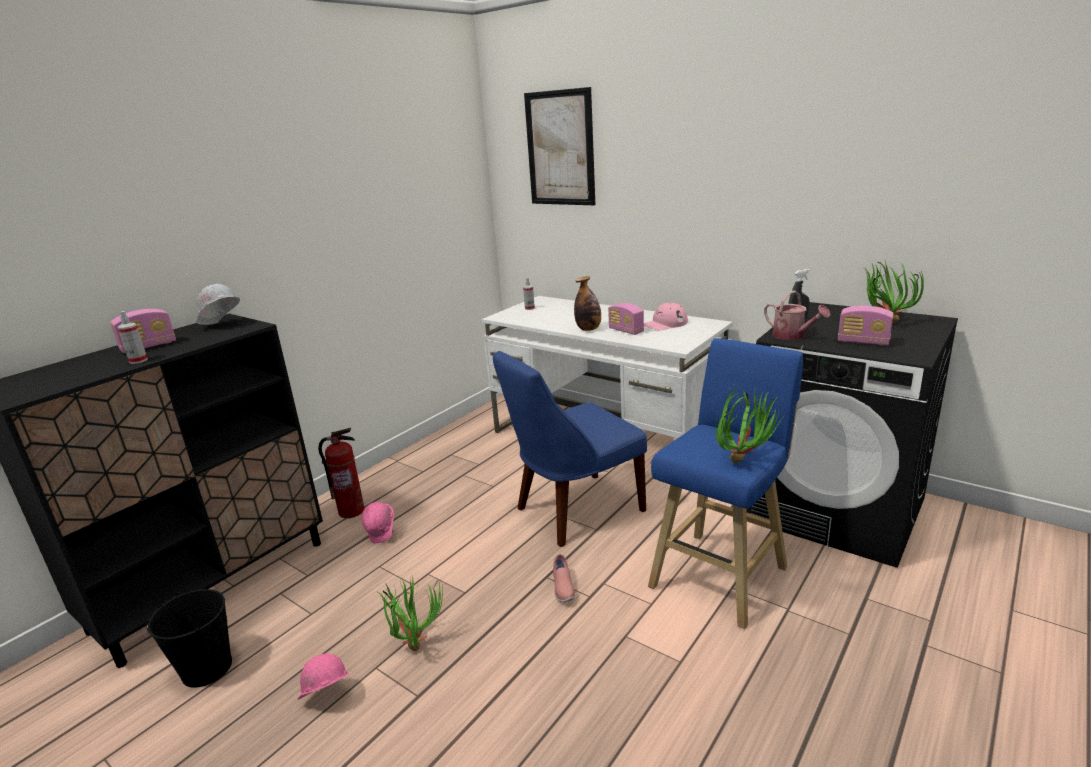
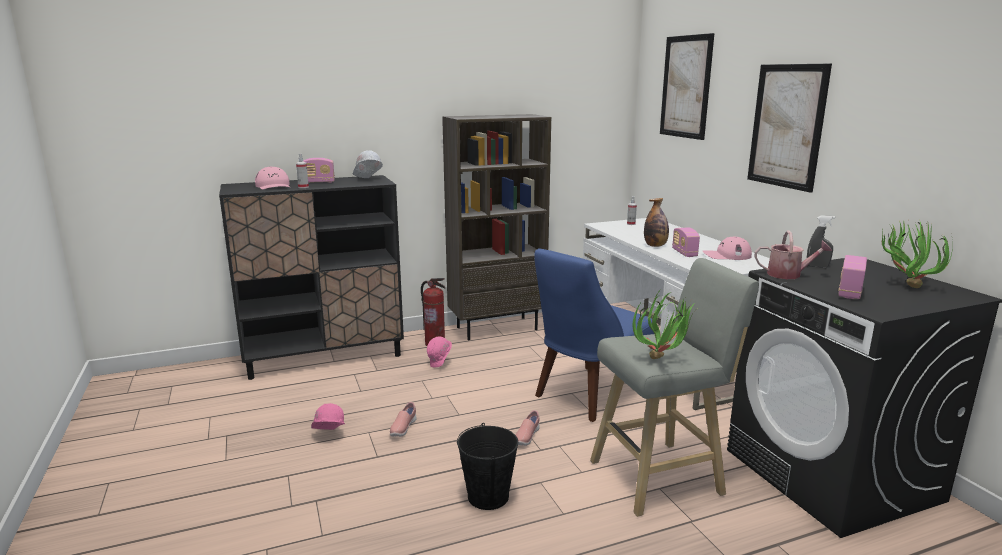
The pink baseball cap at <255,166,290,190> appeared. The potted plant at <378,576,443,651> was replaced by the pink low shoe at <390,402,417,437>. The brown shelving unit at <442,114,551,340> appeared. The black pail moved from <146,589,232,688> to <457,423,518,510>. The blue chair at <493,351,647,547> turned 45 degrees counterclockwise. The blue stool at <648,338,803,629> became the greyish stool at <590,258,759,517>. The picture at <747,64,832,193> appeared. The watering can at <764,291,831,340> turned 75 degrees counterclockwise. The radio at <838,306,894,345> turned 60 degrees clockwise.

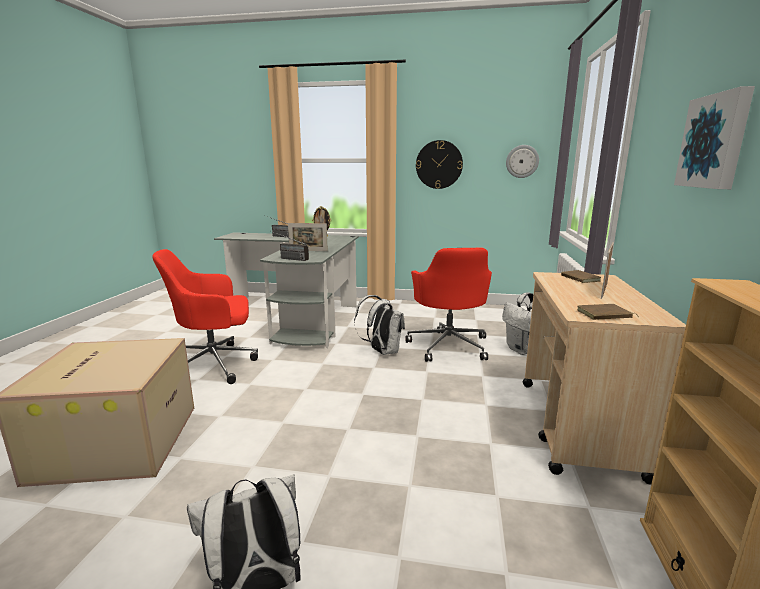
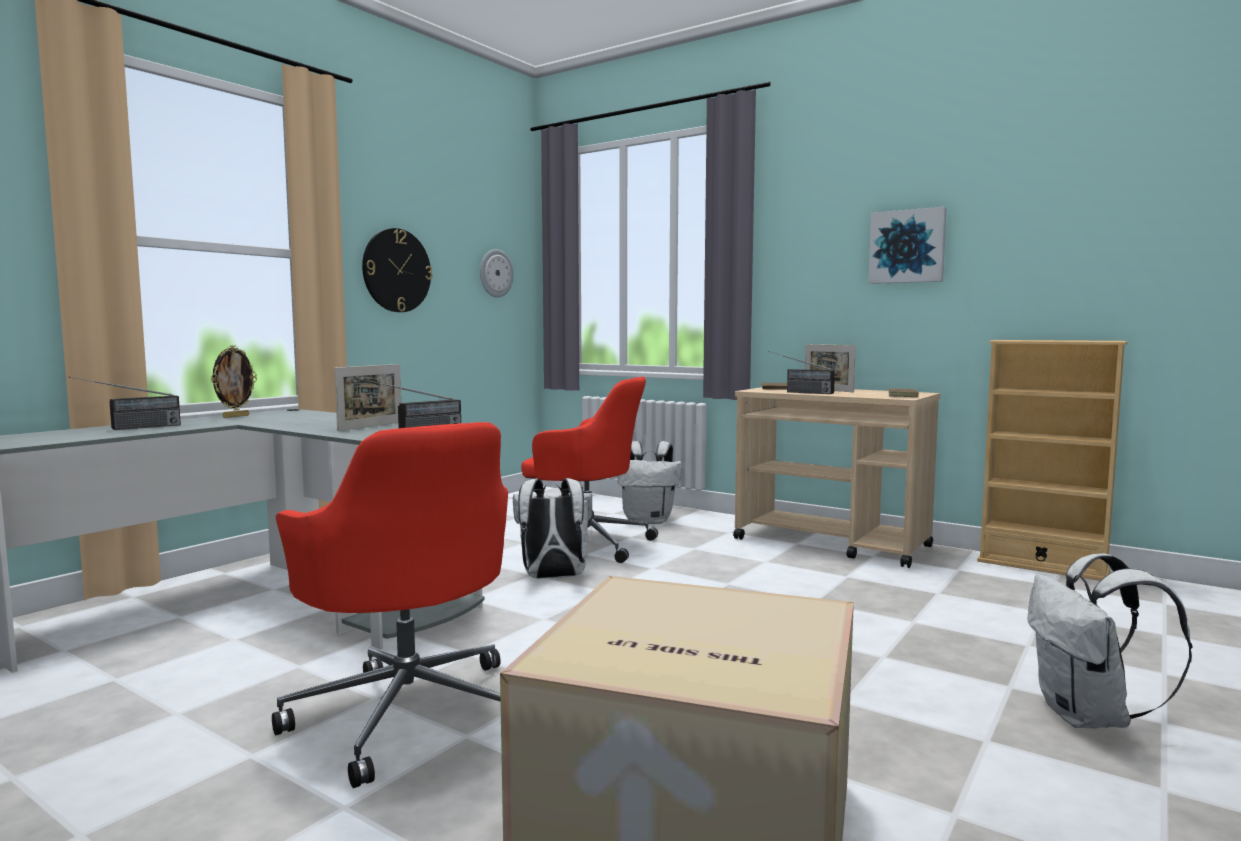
The reddish office chair at <153,249,258,384> turned 45 degrees counterclockwise. The radio at <768,351,835,394> appeared.

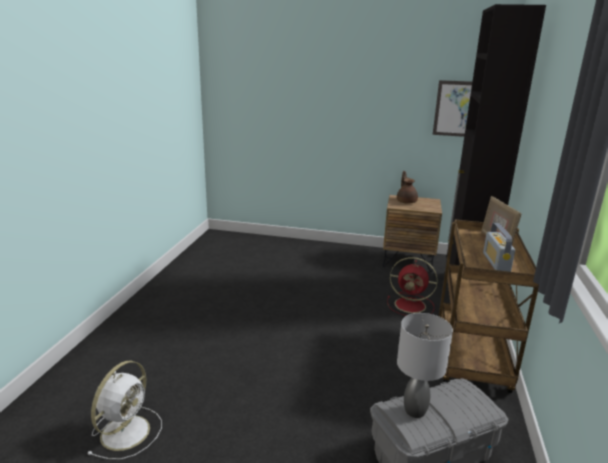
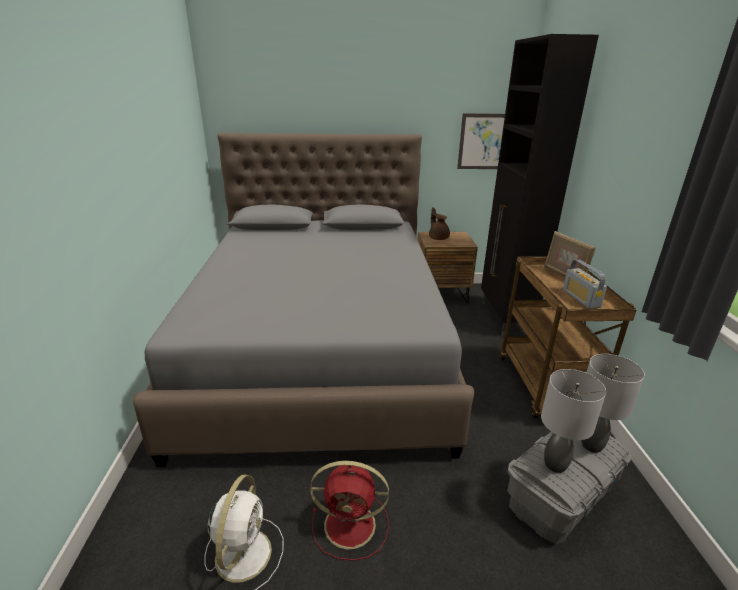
The greyish bed at <133,133,474,467> appeared. The reddish electric fan moved from <387,257,438,316> to <310,461,389,561>. The greyish tabletop lamp at <581,354,645,453> appeared.

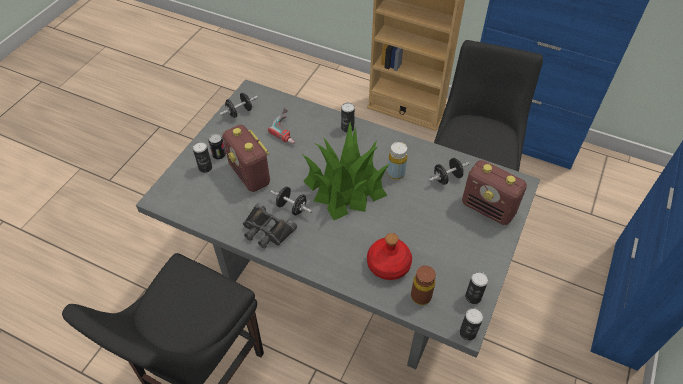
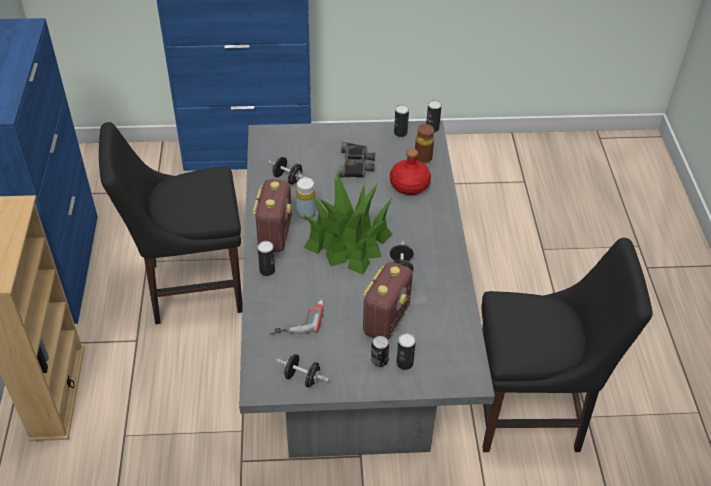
The radio moved from <462,160,527,225> to <252,179,292,252>. The black binoculars moved from <243,203,297,248> to <338,142,375,178>.

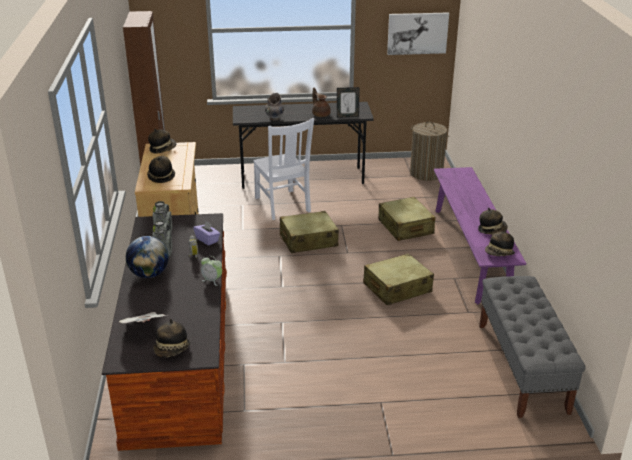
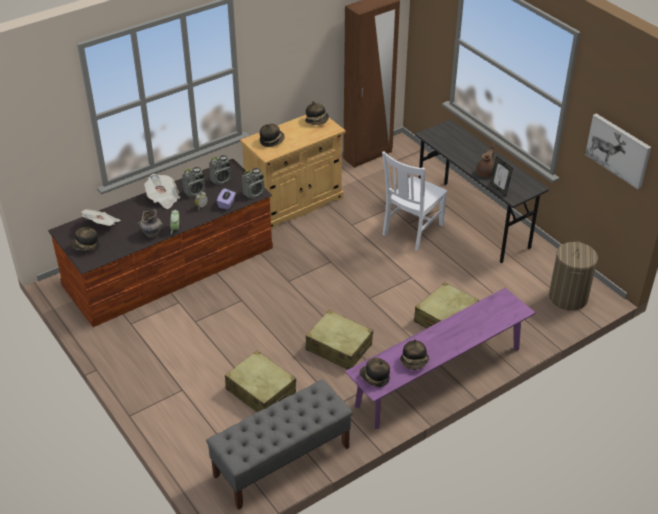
The greyish flower vase moved from <265,93,284,121> to <138,209,163,238>. The desk globe at <126,236,169,278> was replaced by the newspaper at <144,174,180,209>. The sand-coloured travel case moved from <280,211,339,253> to <225,351,296,412>. The radio at <242,168,265,198> appeared.

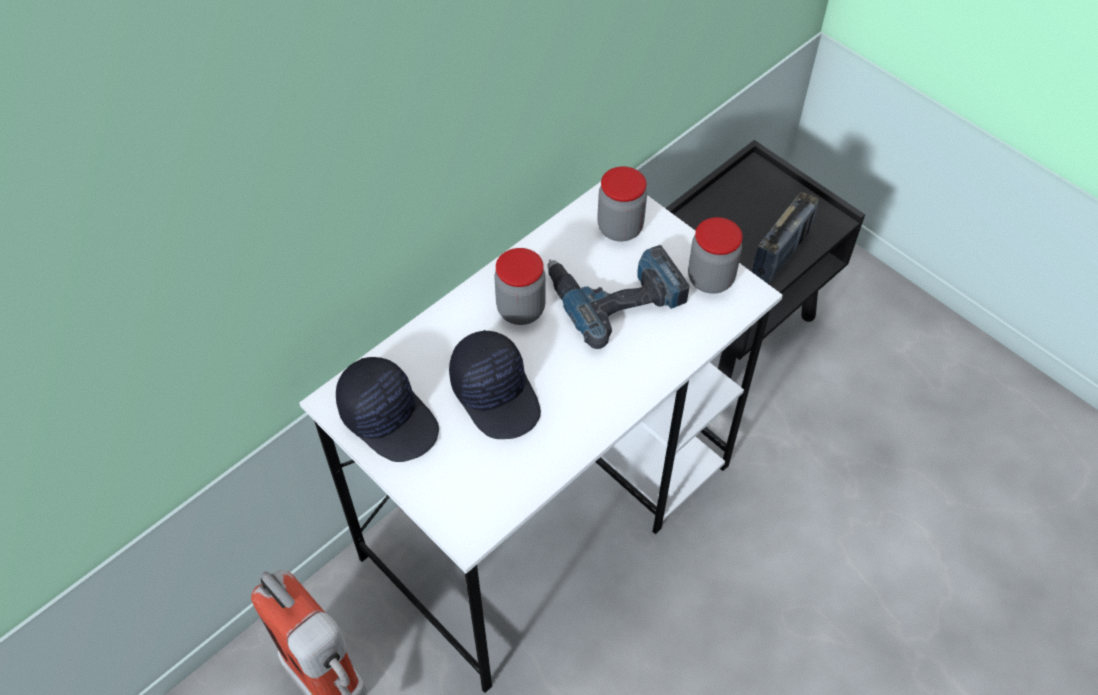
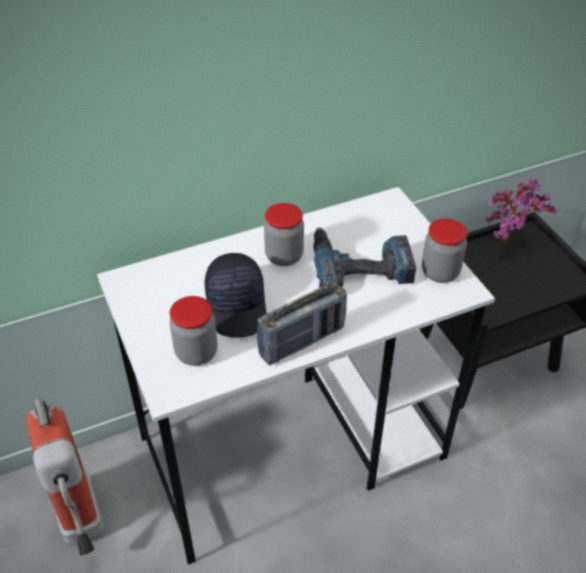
The jar moved from <597,166,647,241> to <170,296,217,366>. The radio moved from <752,192,819,284> to <257,282,347,365>. The potted plant at <486,179,557,243> appeared. The black baseball cap at <336,357,439,462> disappeared.

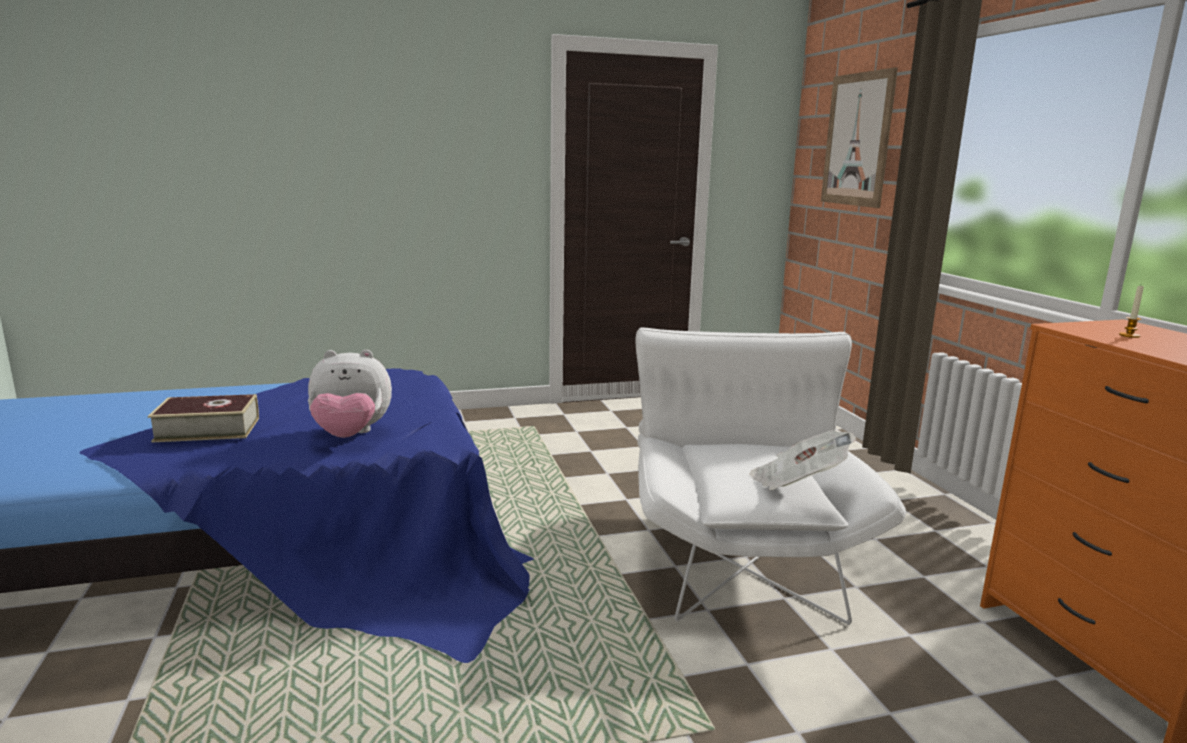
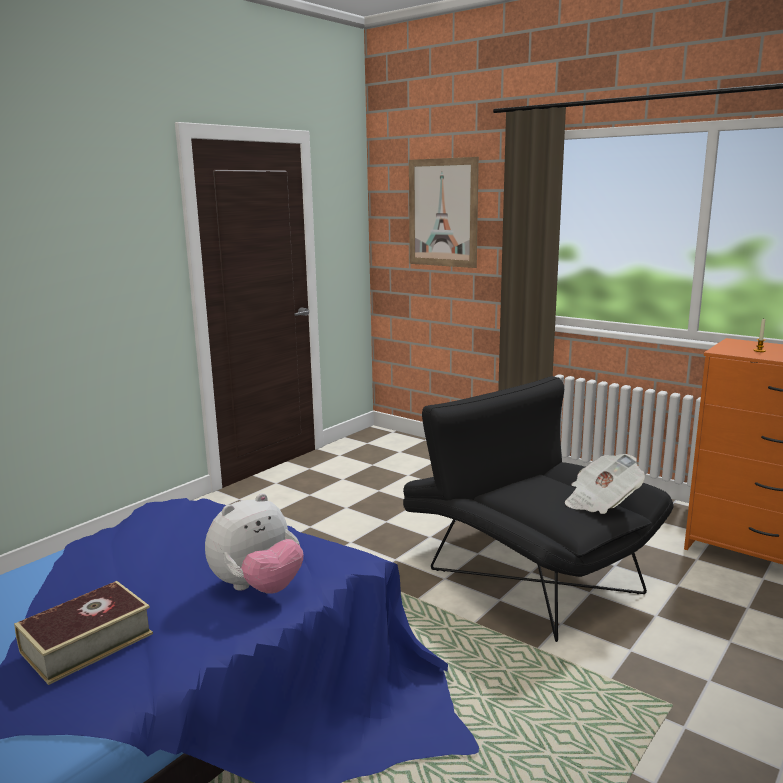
The white armchair at <635,327,906,625> became the black armchair at <403,376,674,642>.

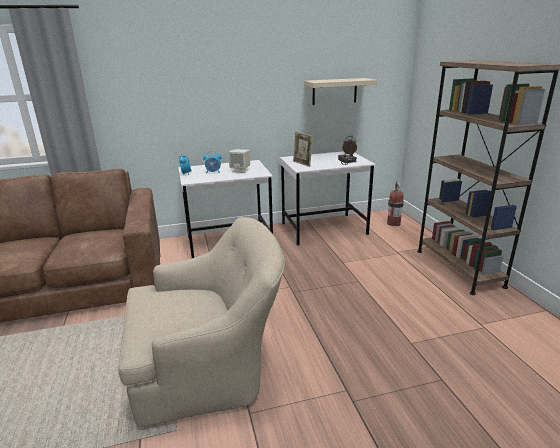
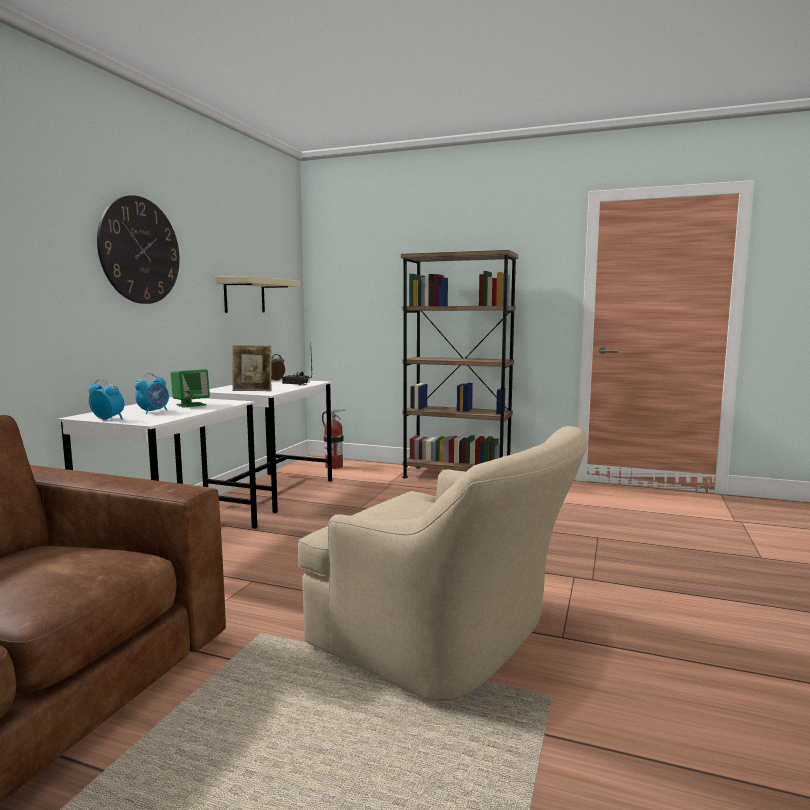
The hanging clock at <97,195,180,304> appeared. The sand-coloured speaker at <229,149,250,173> became the greenish speaker at <171,369,210,408>. The sand-coloured armchair at <118,217,285,427> turned 105 degrees clockwise.

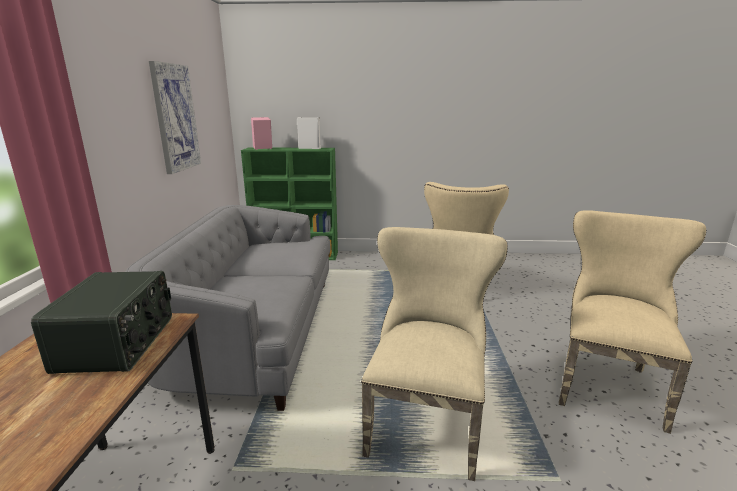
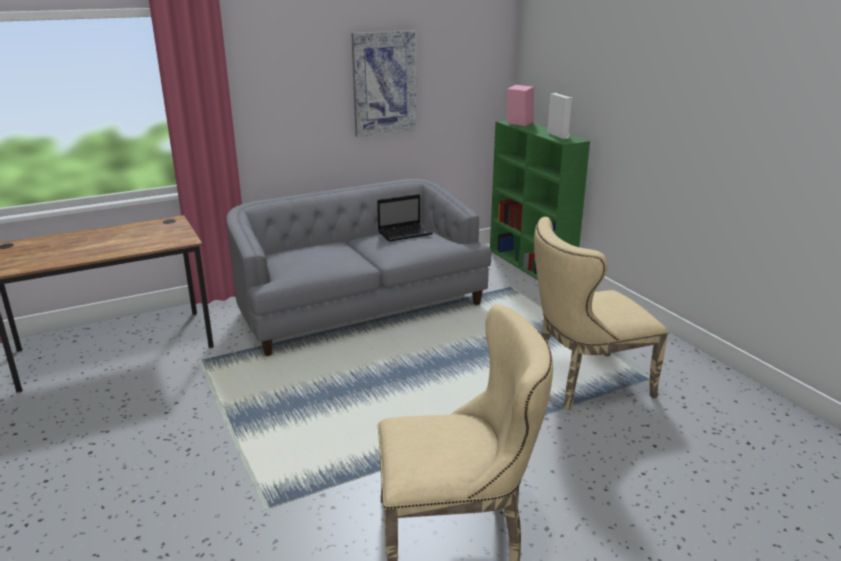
The portable computer at <377,194,433,242> appeared. The radio at <31,271,172,374> disappeared. The sand-coloured chair at <361,227,508,481> disappeared.

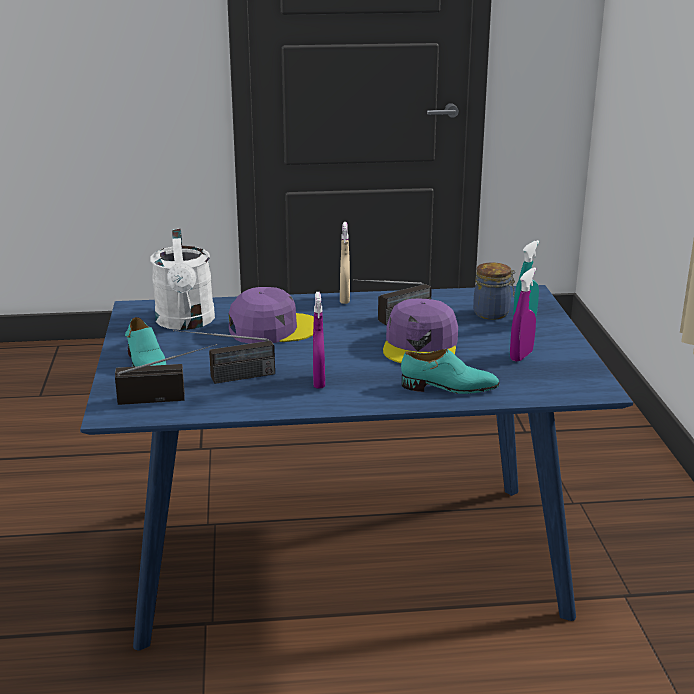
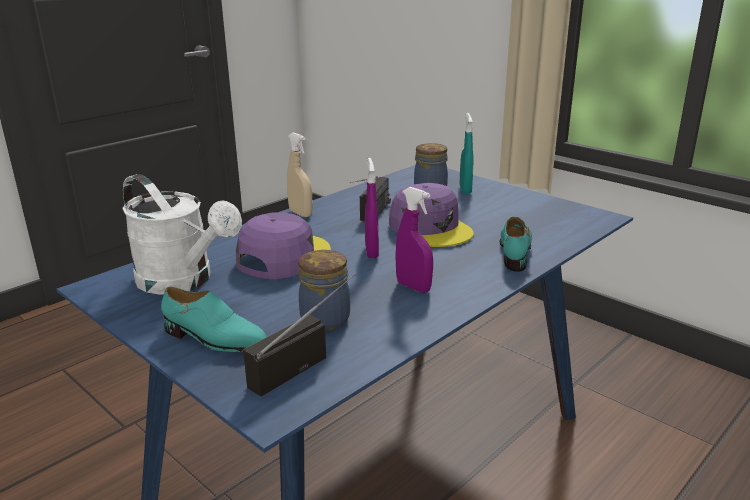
The radio at <173,330,275,384> was replaced by the jar at <298,250,350,331>. The purple-coloured sprayer moved from <510,267,536,362> to <365,158,379,258>. The turquoise-coloured low shoe at <401,349,499,394> turned 45 degrees counterclockwise.

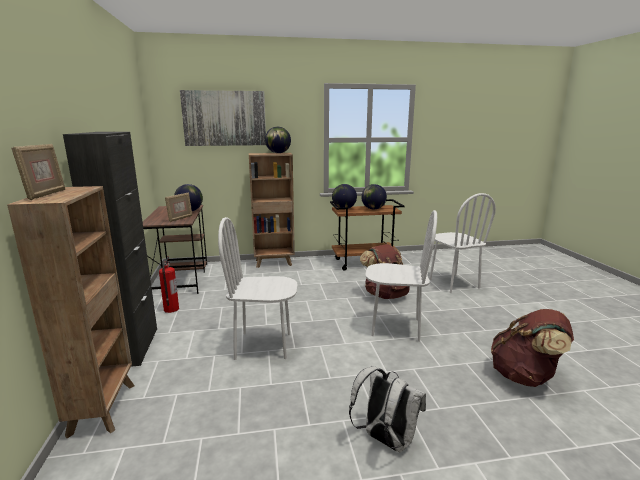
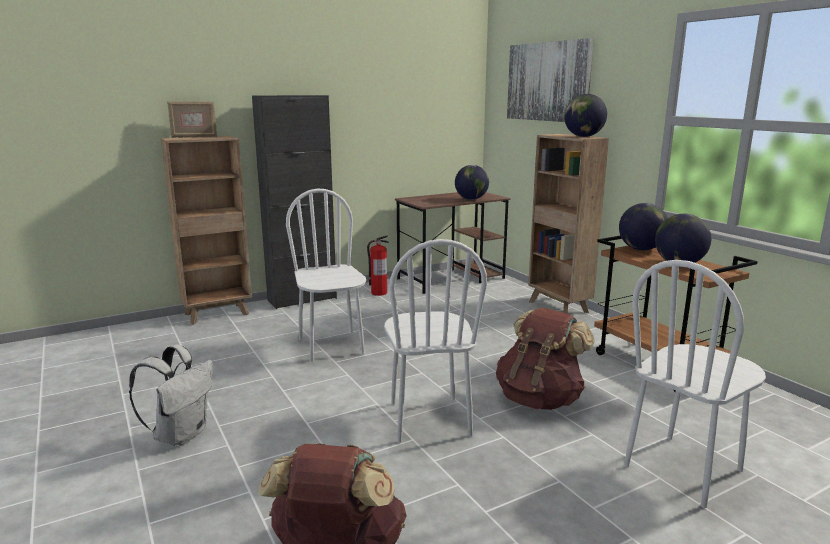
The picture frame at <165,192,193,222> disappeared.

